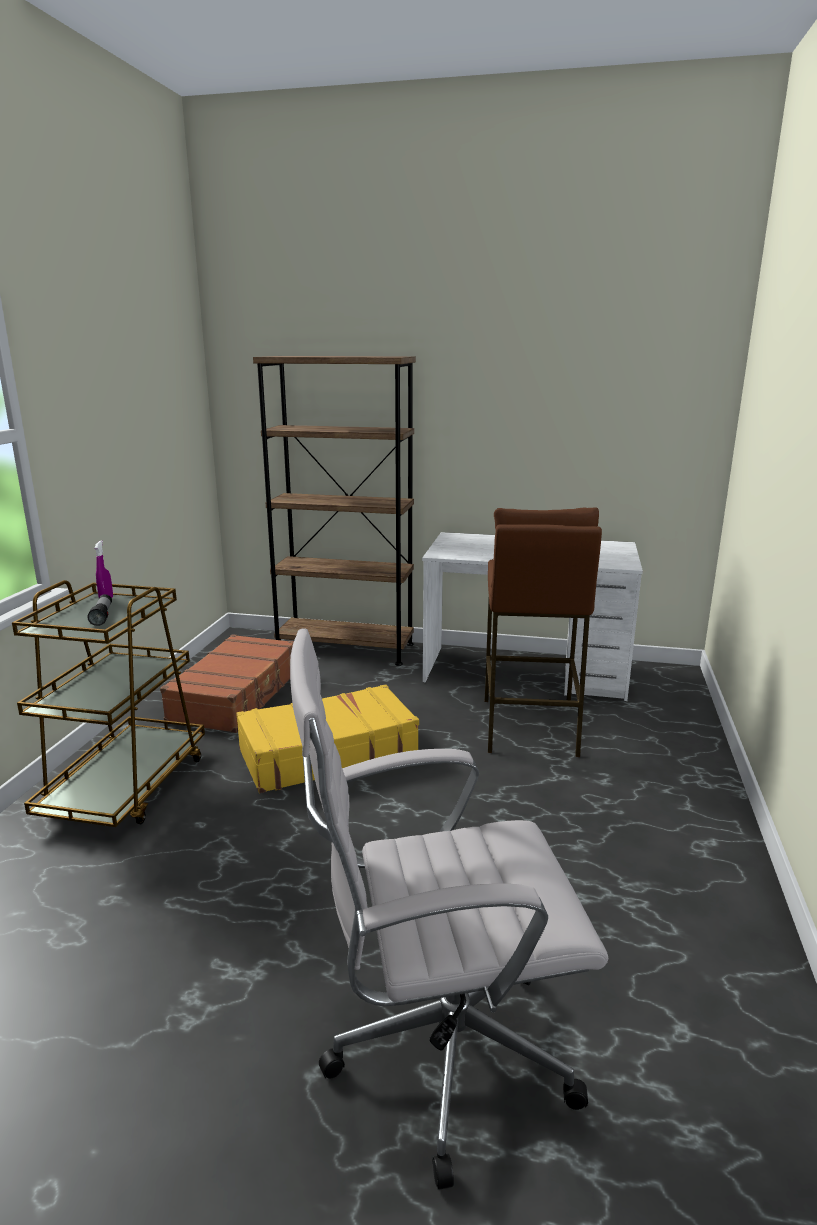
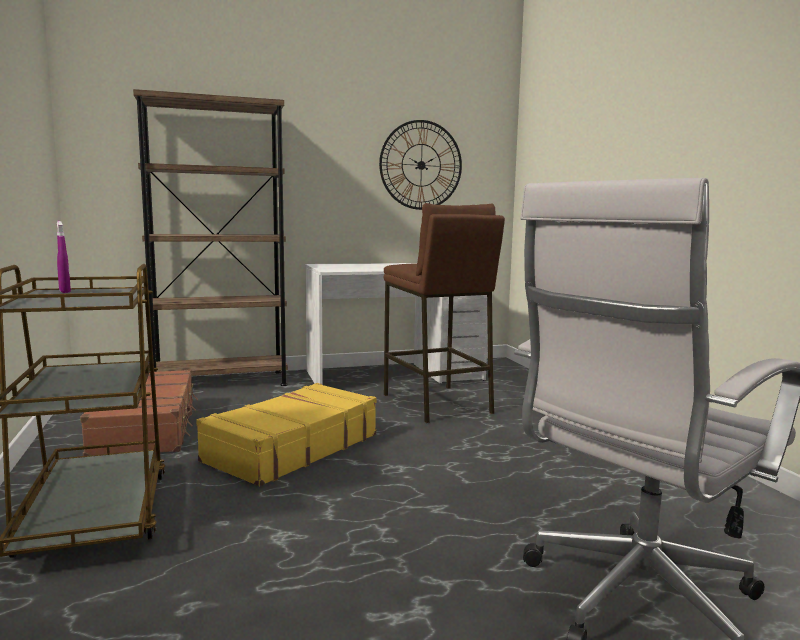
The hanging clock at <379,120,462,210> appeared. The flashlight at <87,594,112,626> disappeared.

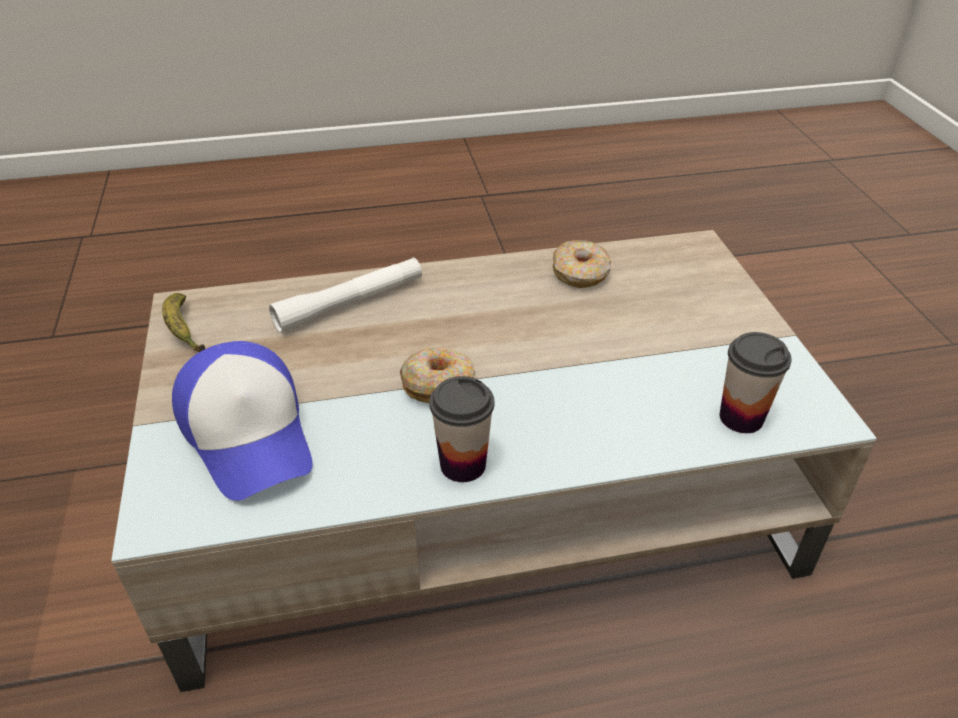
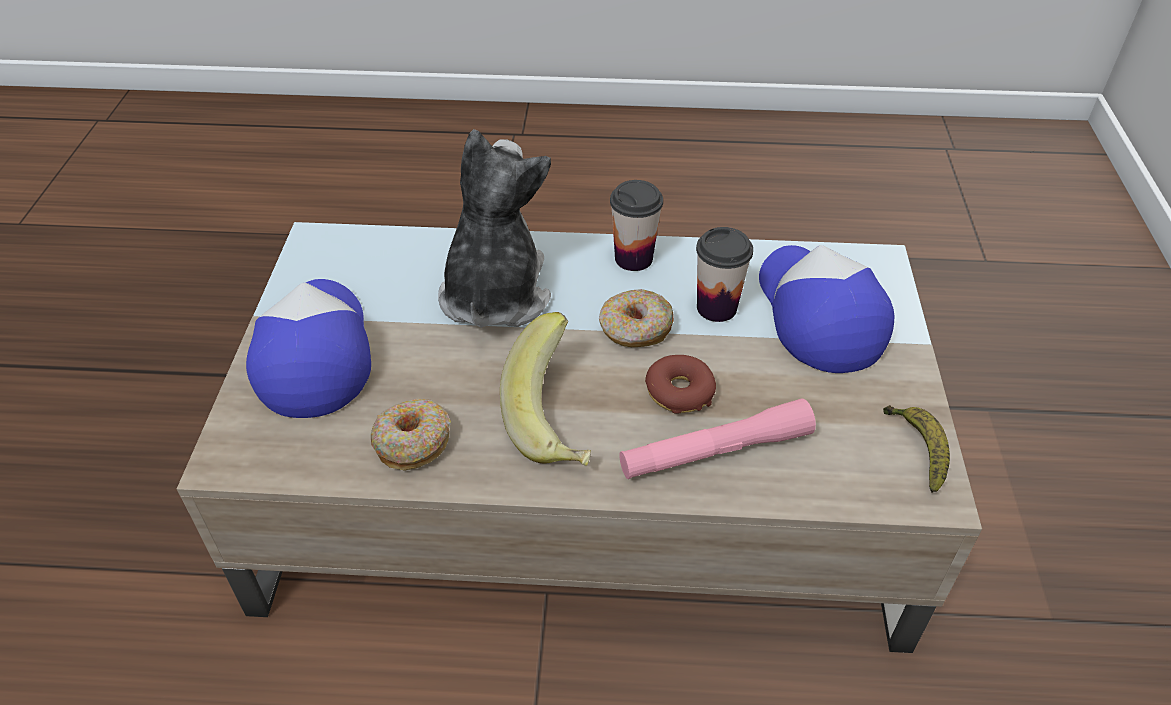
The baseball cap at <246,279,371,418> appeared. The soft toy at <438,129,551,328> appeared. The banana at <500,312,591,466> appeared. The white flashlight at <269,258,422,333> became the pink flashlight at <619,399,816,479>. The doughnut at <645,355,716,414> appeared. The cup moved from <719,332,792,433> to <696,227,753,322>.

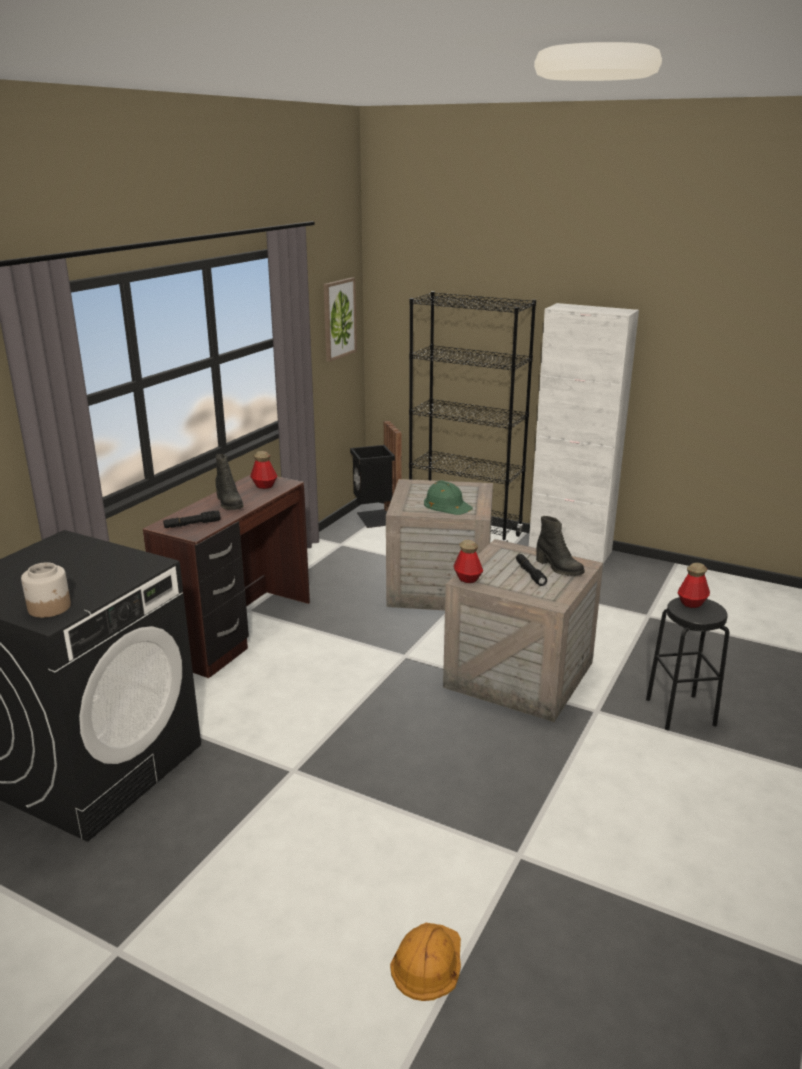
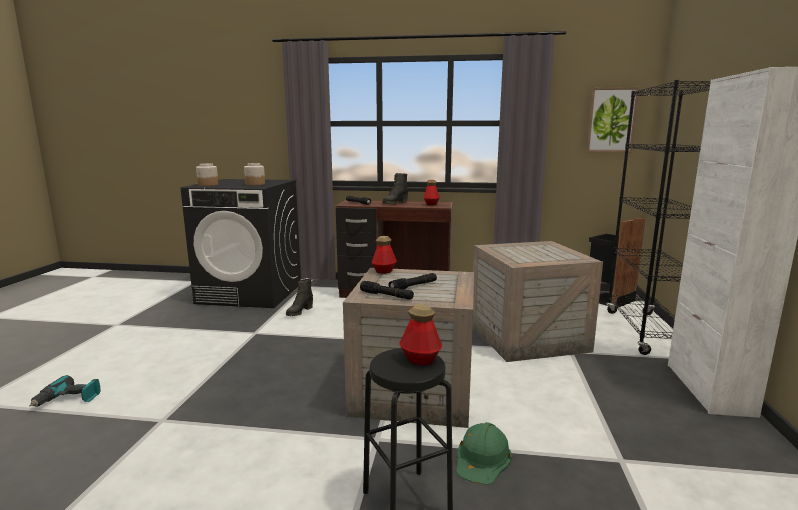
The orange hard hat at <390,923,461,1001> was replaced by the electric drill at <29,375,101,407>. The jar at <244,163,265,185> appeared. The black tall boot moved from <536,516,584,576> to <286,279,313,316>. The black flashlight at <360,281,414,300> appeared. The greenish hard hat moved from <424,480,473,515> to <457,422,512,485>.

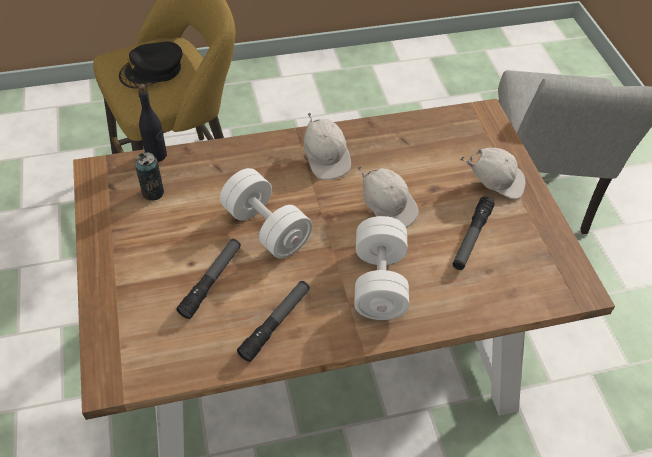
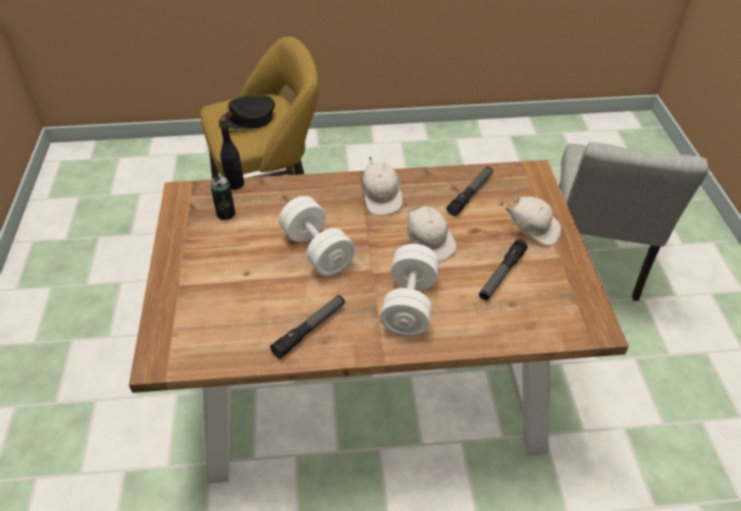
The flashlight moved from <176,239,241,319> to <447,167,493,216>.

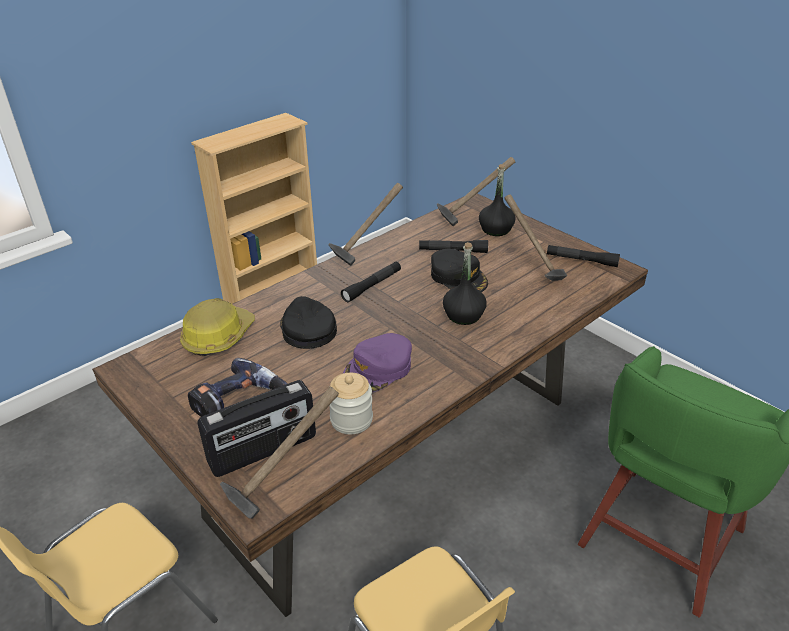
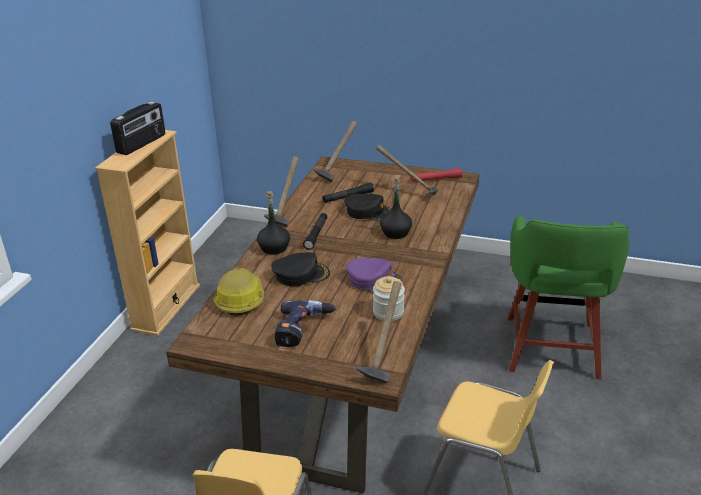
The radio moved from <197,380,316,477> to <110,101,165,155>. The black beverage bottle moved from <479,164,516,236> to <257,191,290,255>. The black baseball cap at <280,296,337,349> turned 135 degrees clockwise. The purple-coloured baseball cap at <343,333,412,392> turned 75 degrees counterclockwise. The black flashlight at <547,245,620,267> became the reddish flashlight at <411,168,462,182>.

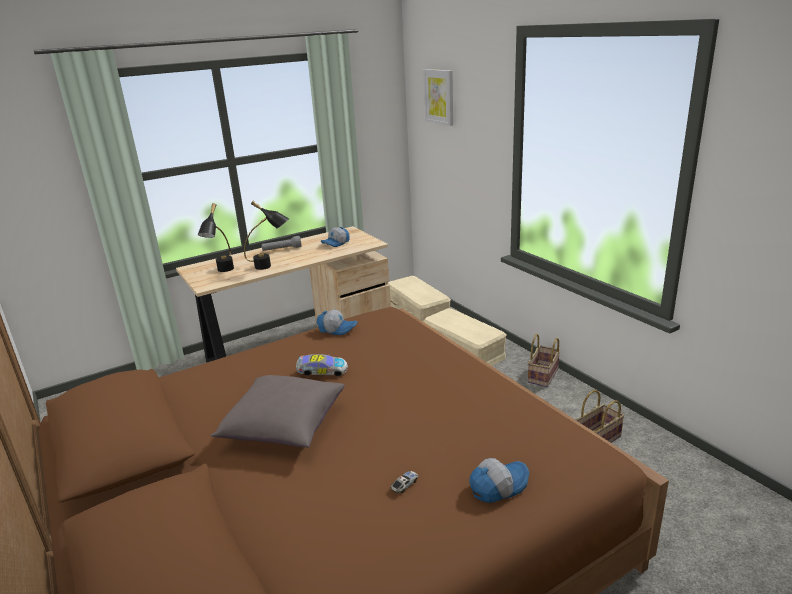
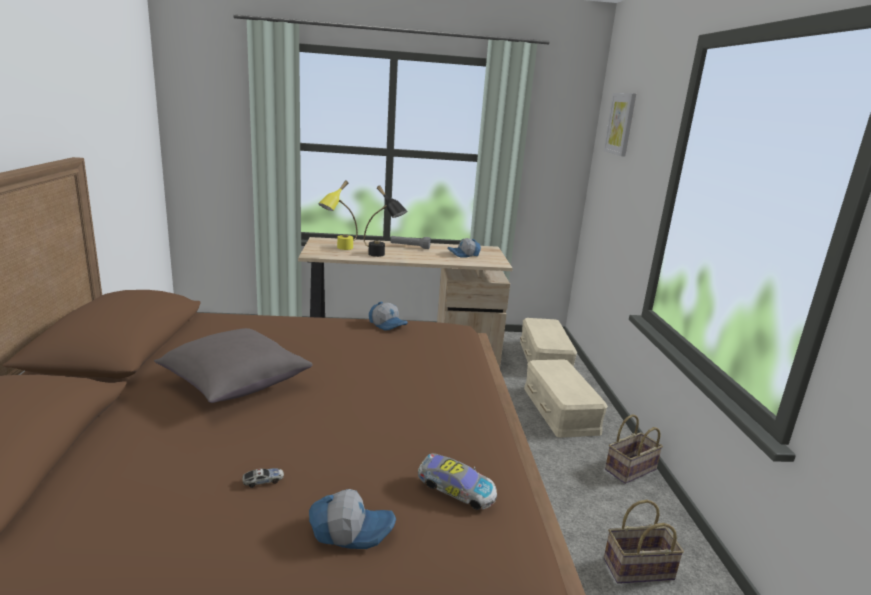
The black tabletop lamp at <198,203,234,272> became the yellow tabletop lamp at <318,180,358,250>. The toy car moved from <296,354,348,376> to <418,453,497,510>.

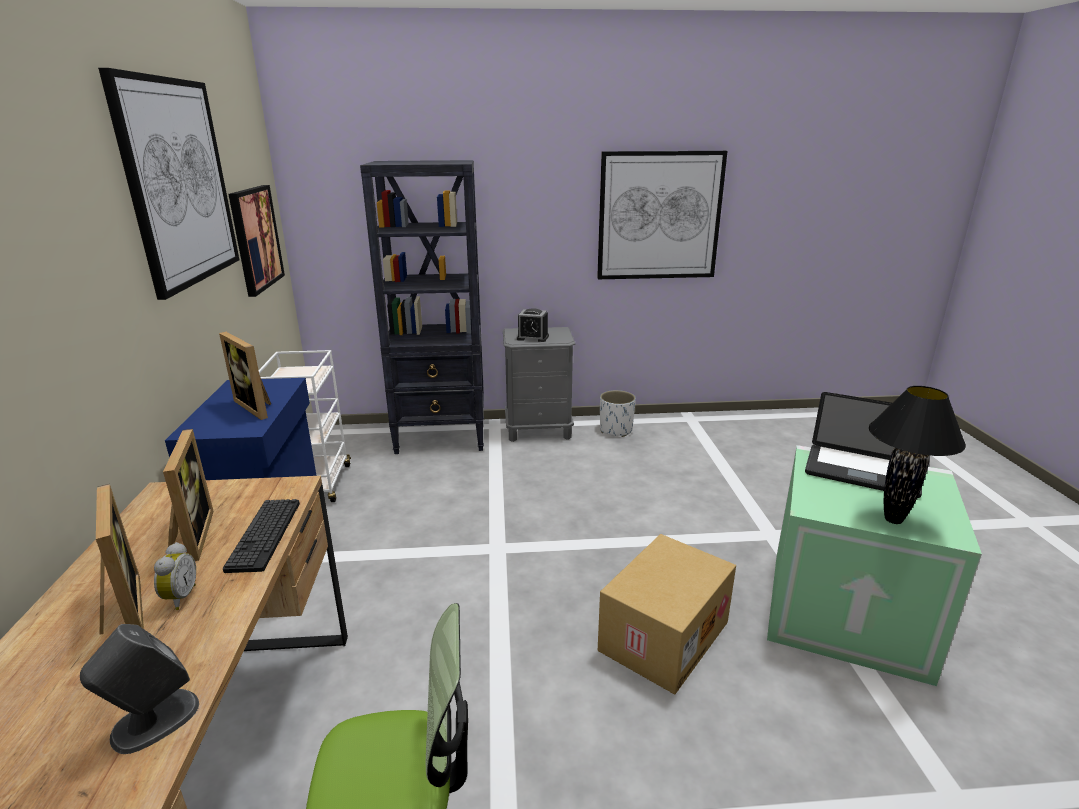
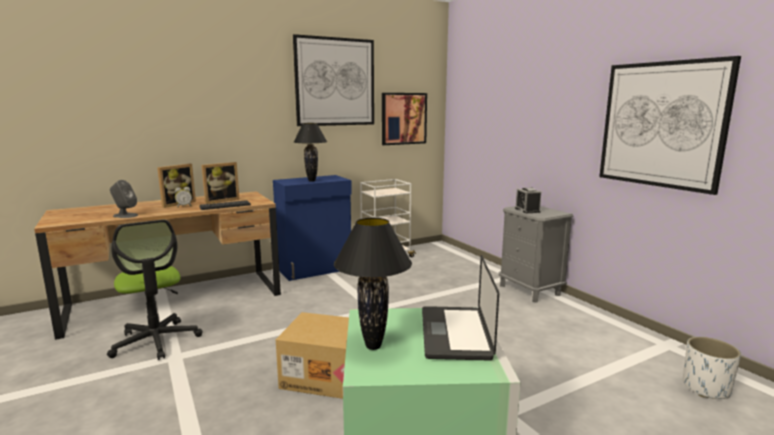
The picture frame at <219,332,271,420> was replaced by the black tabletop lamp at <294,123,327,182>. The white planter moved from <600,390,636,437> to <683,337,741,399>. The black shelving unit at <360,160,484,454> disappeared.

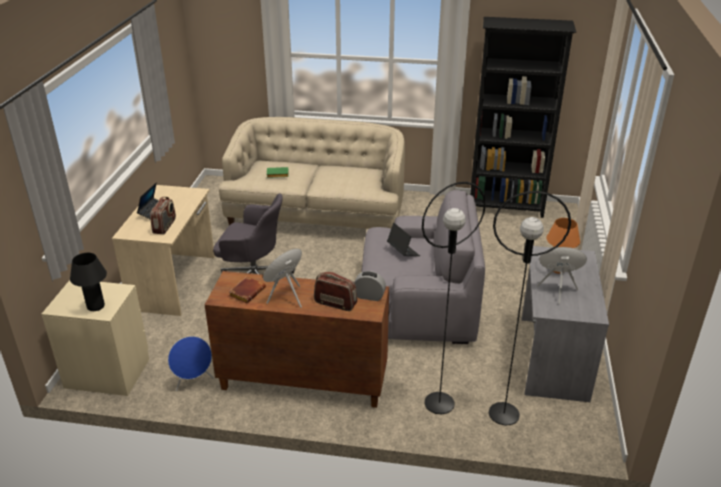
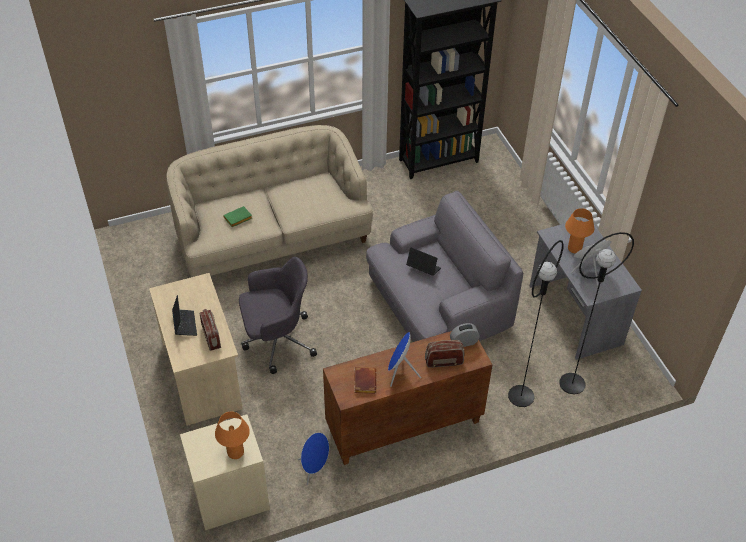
The black tabletop lamp at <70,253,107,311> became the orange tabletop lamp at <215,412,250,459>.

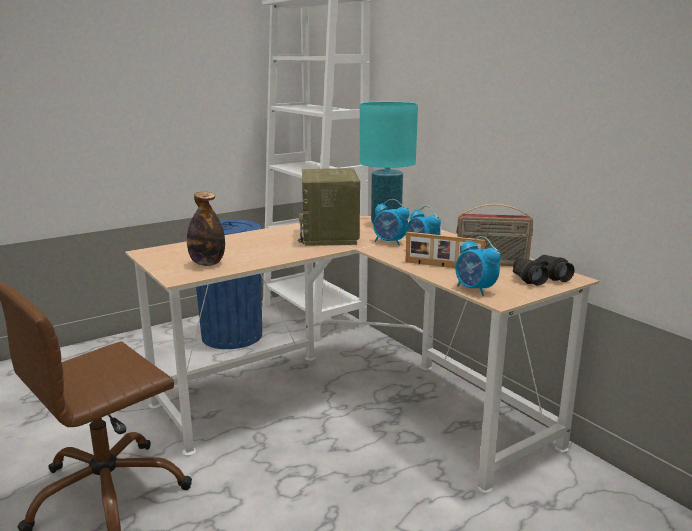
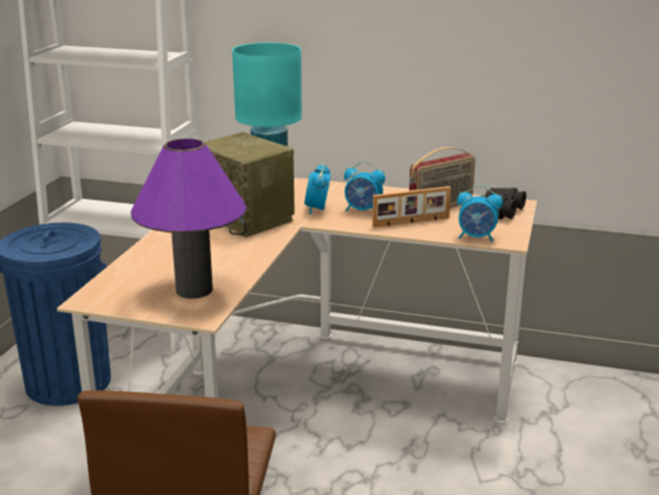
The beverage bottle at <187,192,225,266> was replaced by the purple-coloured tabletop lamp at <131,138,247,299>. The bedside clock at <373,199,410,246> turned 105 degrees clockwise.

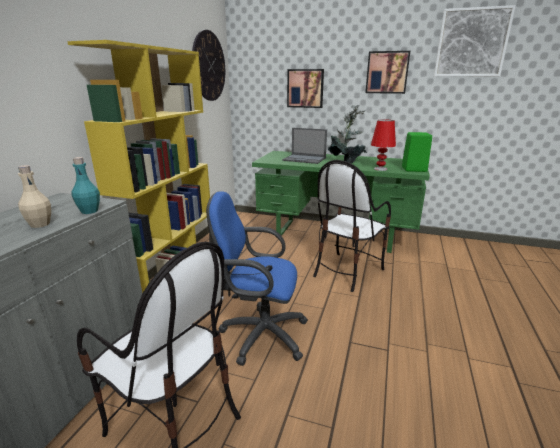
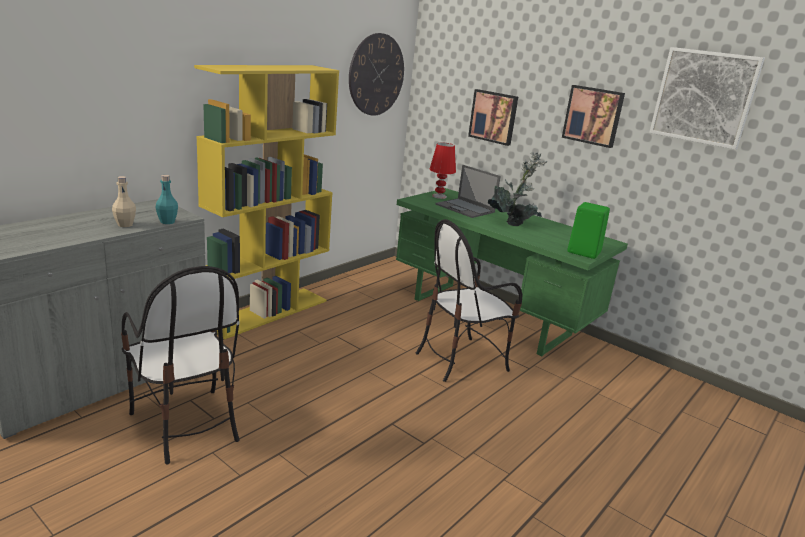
The reddish tabletop lamp moved from <371,119,396,171> to <430,143,456,199>. The blue office chair at <206,191,308,366> disappeared.

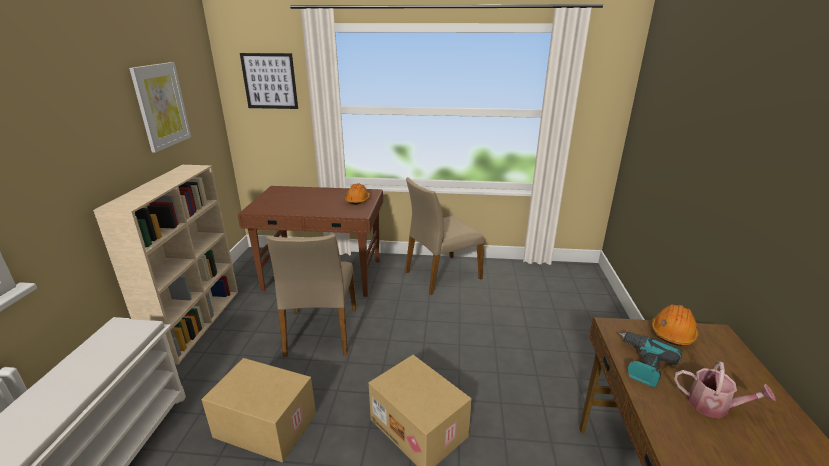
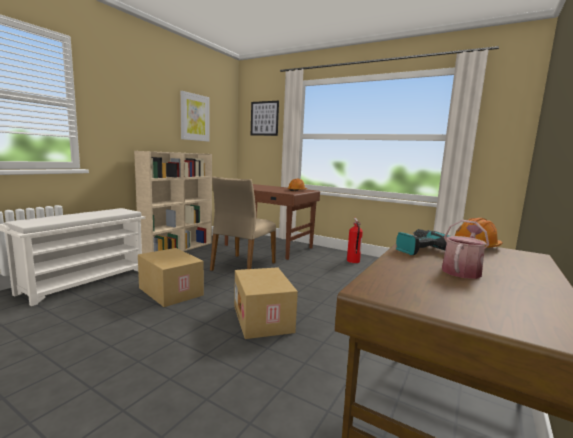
The sand-coloured chair at <405,177,484,295> was replaced by the fire-fighting cylinder at <347,218,363,263>. The watering can at <674,361,776,418> turned 105 degrees counterclockwise.

